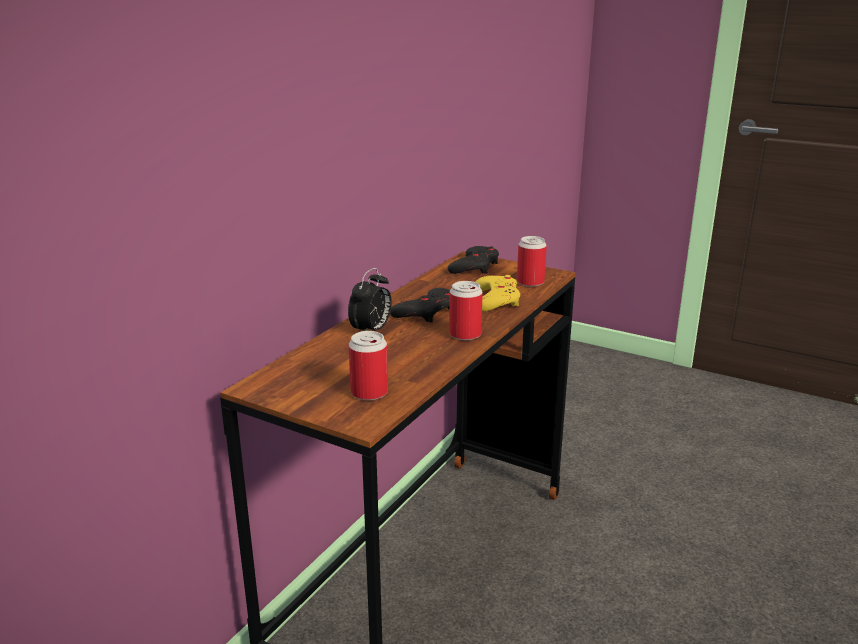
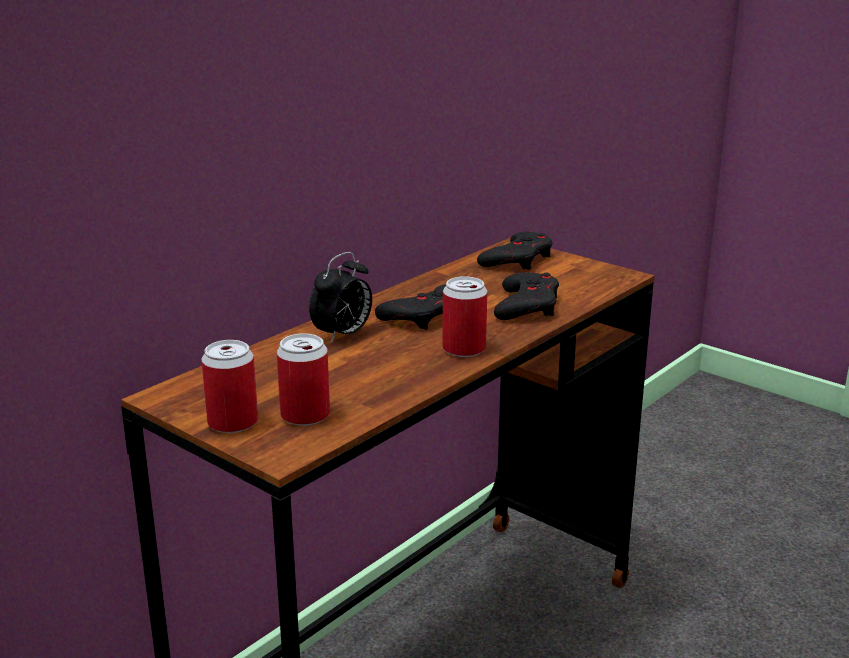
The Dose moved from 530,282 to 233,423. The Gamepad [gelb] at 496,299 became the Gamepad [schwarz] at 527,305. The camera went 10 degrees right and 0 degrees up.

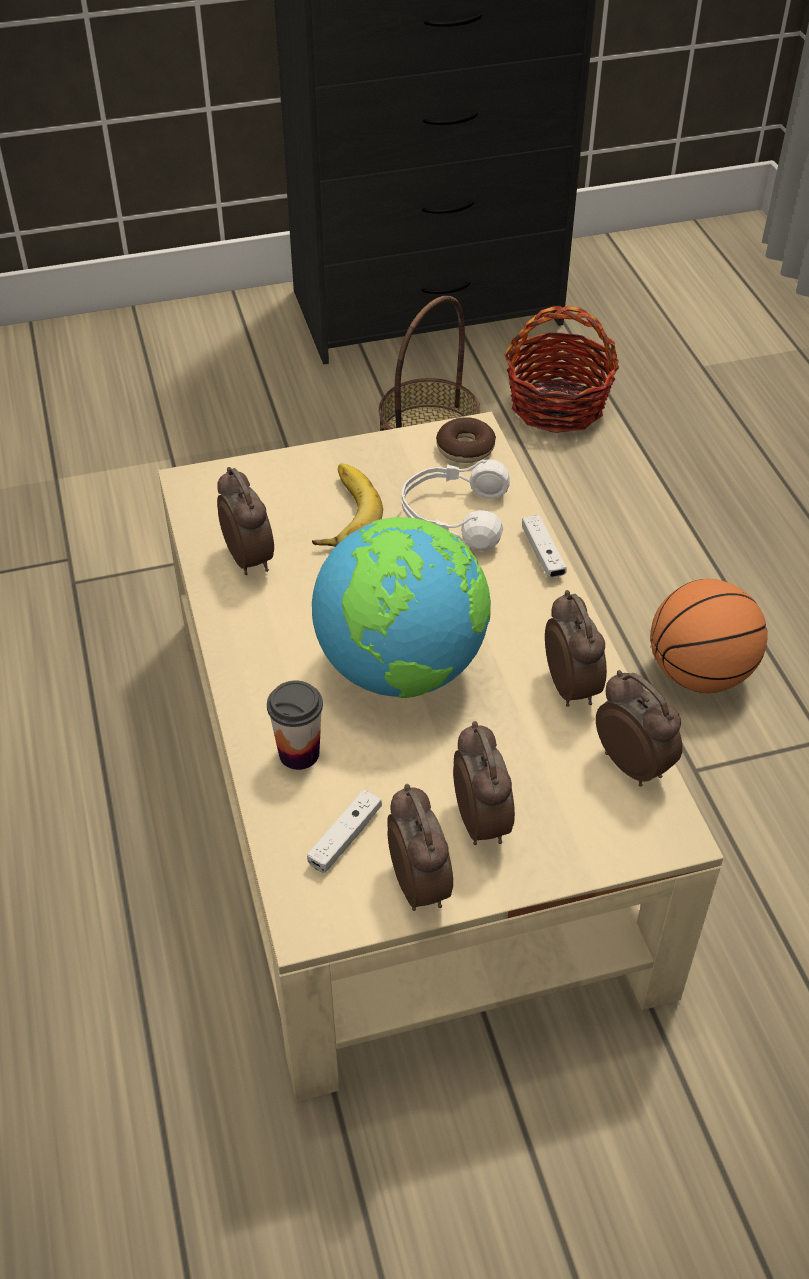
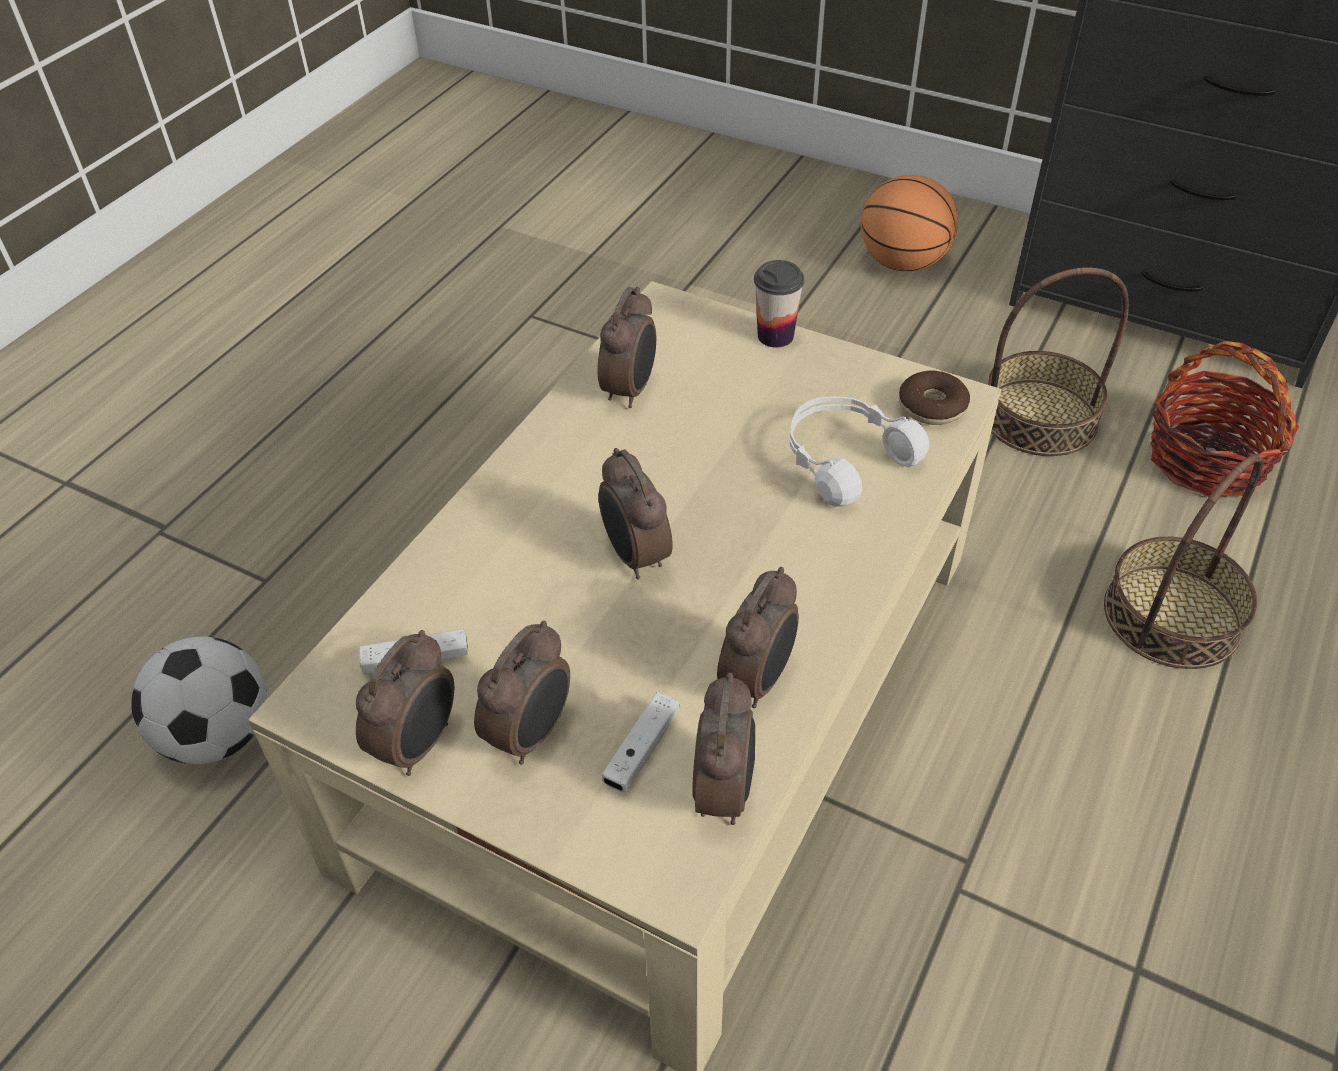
The Banane at 341,514 disappeared. The Fußball at 218,735 appeared. The Korb at 1172,616 appeared. The Tasse moved from 299,753 to 775,336. The Gamepad [weiß] moved from 542,554 to 642,749. The Basketball moved from 699,673 to 903,263. The Globus at 402,667 was replaced by the Wecker at 635,556. The camera went 45 degrees right and 0 degrees up.

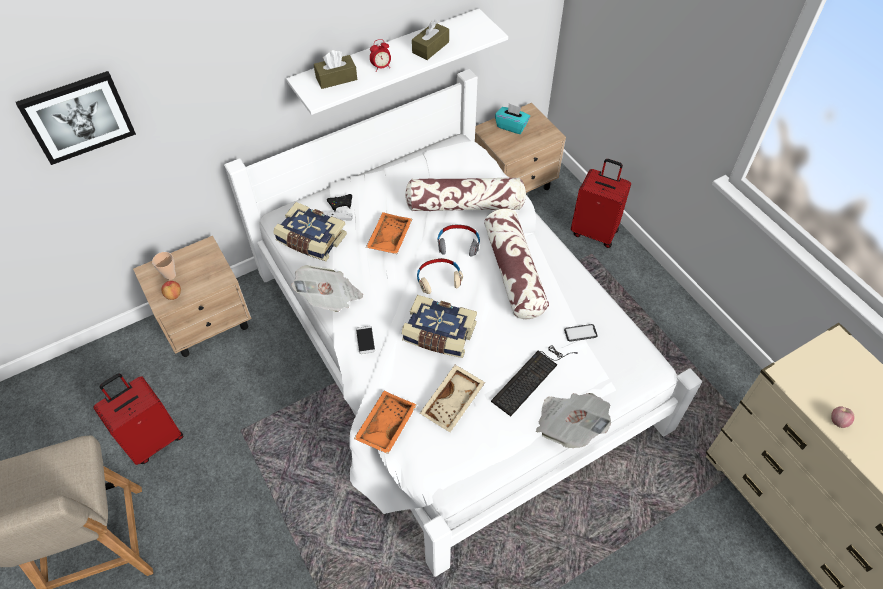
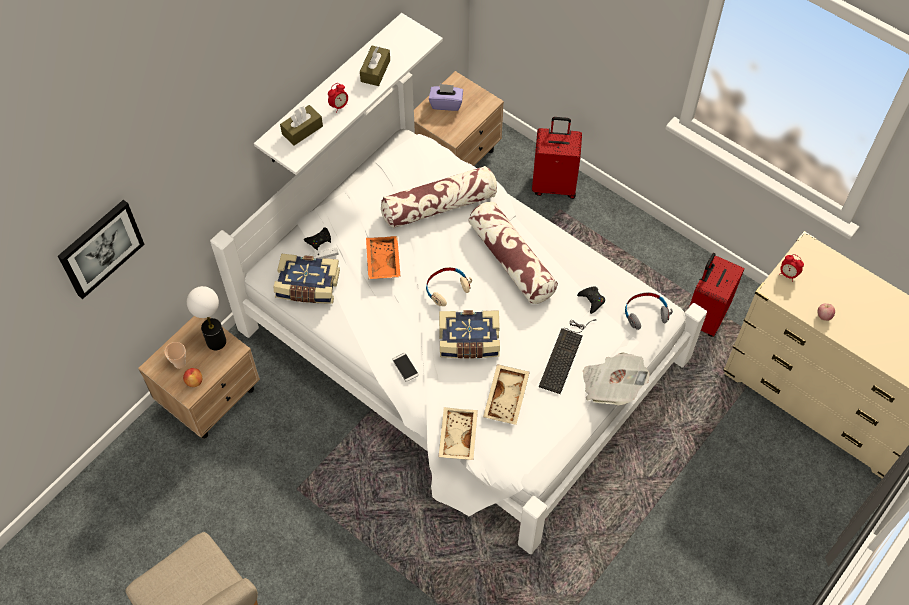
The Zeitung at 330,298 disappeared. The Tischlampe at 216,341 appeared. The Wecker at 788,274 appeared. The Koffer [rot] moved from 153,439 to 705,316. The Kopfhörer [grau] moved from 458,244 to 645,313. The Handy at 580,333 was replaced by the Gamepad [schwarz] at 592,300. The Tablett [orange] at 385,425 became the Tablett [beige] at 457,437. The Taschentuchbox [türkis] at 511,126 became the Taschentuchbox [lila] at 446,103. The camera went 20 degrees left and 5 degrees up.

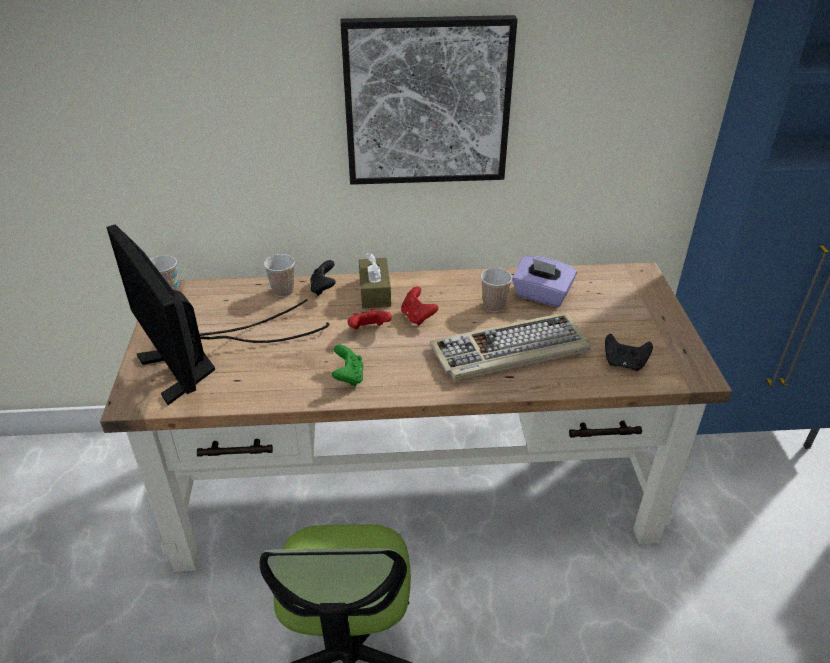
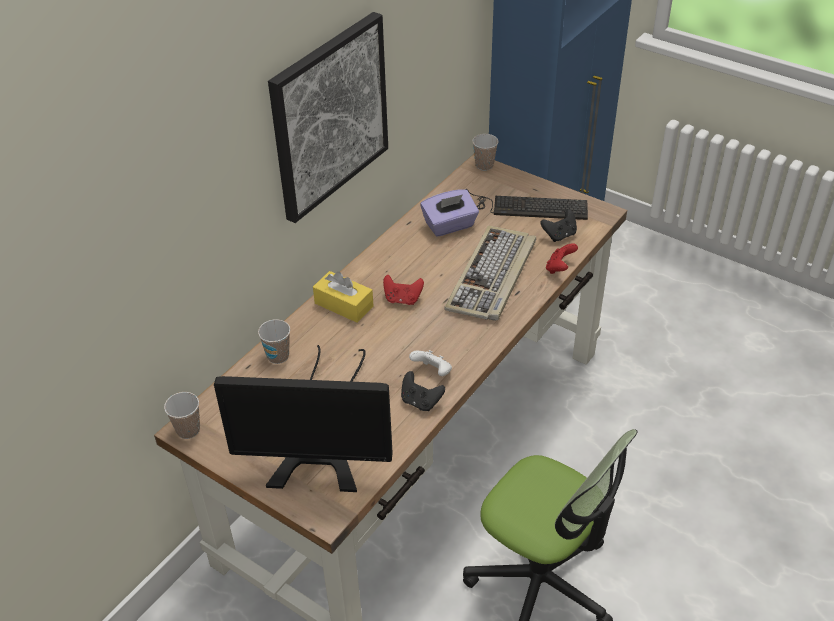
The Tastatur at 528,206 appeared. The Gamepad [schwarz] moved from 323,288 to 420,402. The Gamepad [rot] moved from 369,330 to 559,268. The Tasse moved from 494,306 to 484,165. The Gamepad [grün] at 348,377 became the Gamepad [weiß] at 433,372. The Taschentuchbox [braun] at 375,292 became the Taschentuchbox [gelb] at 344,305. The camera went 50 degrees left and 5 degrees up.

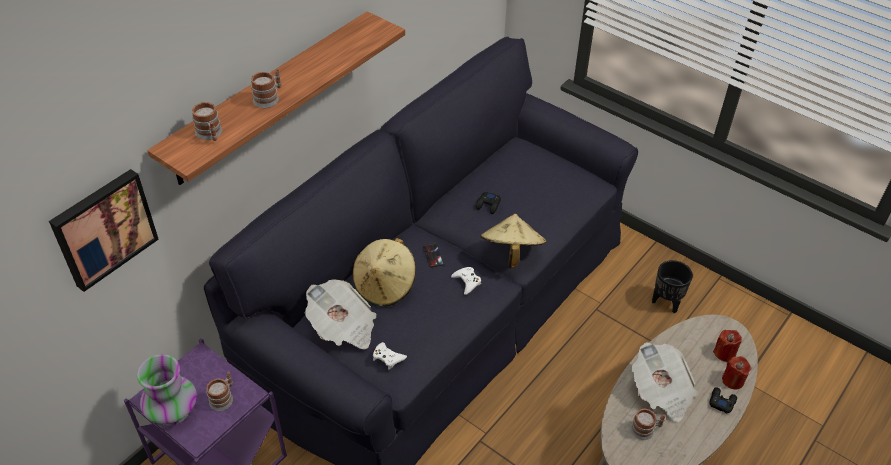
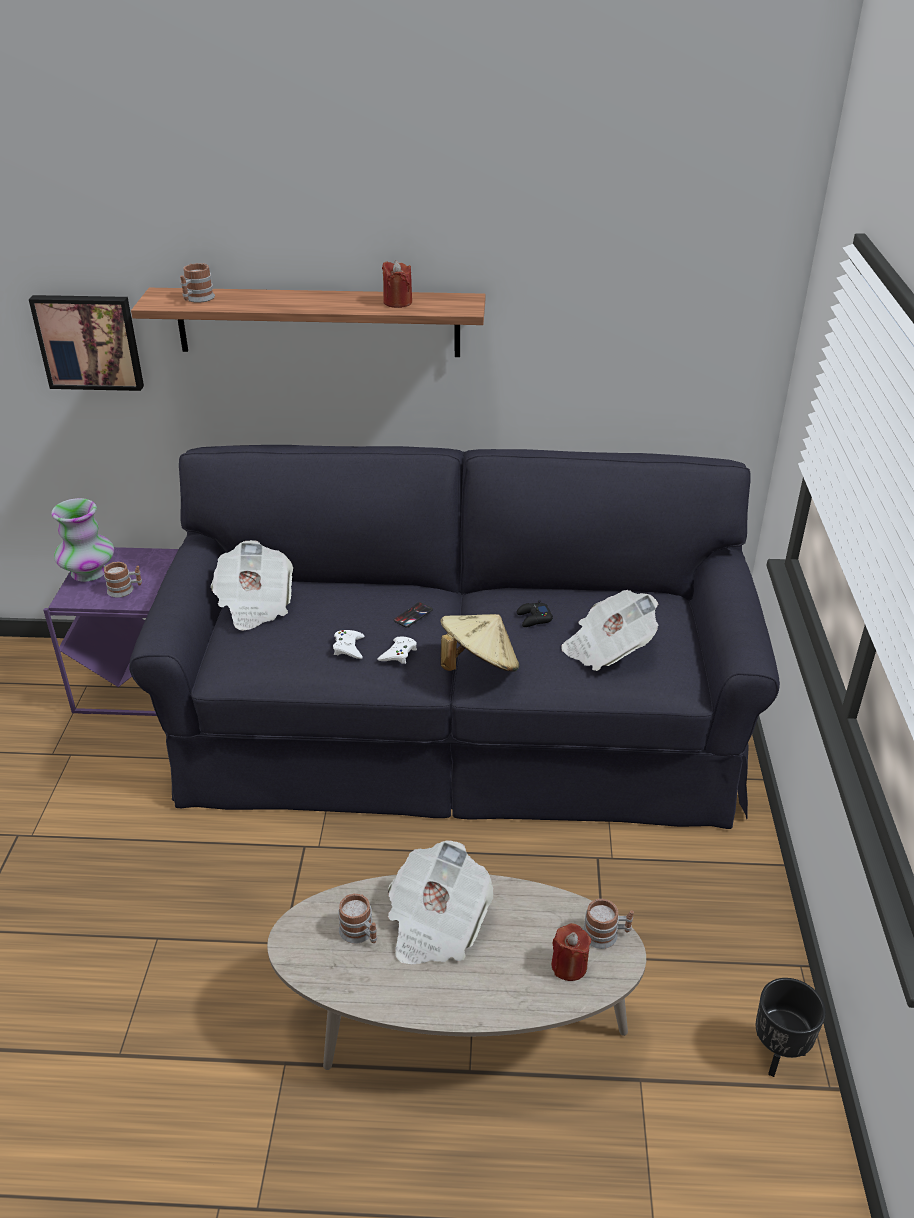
The Hut [beige] at 385,286 disappeared. The Gamepad [schwarz] at 721,401 disappeared. The Zeitung at 607,649 appeared. The Henkelbecher moved from 269,98 to 606,934. The Gamepad [weiß] moved from 388,357 to 349,648. The Pflanzkübel [schwarz] moved from 665,302 to 777,1052. The Kerze [rot] moved from 733,380 to 397,302. The camera went 55 degrees right and 10 degrees down.

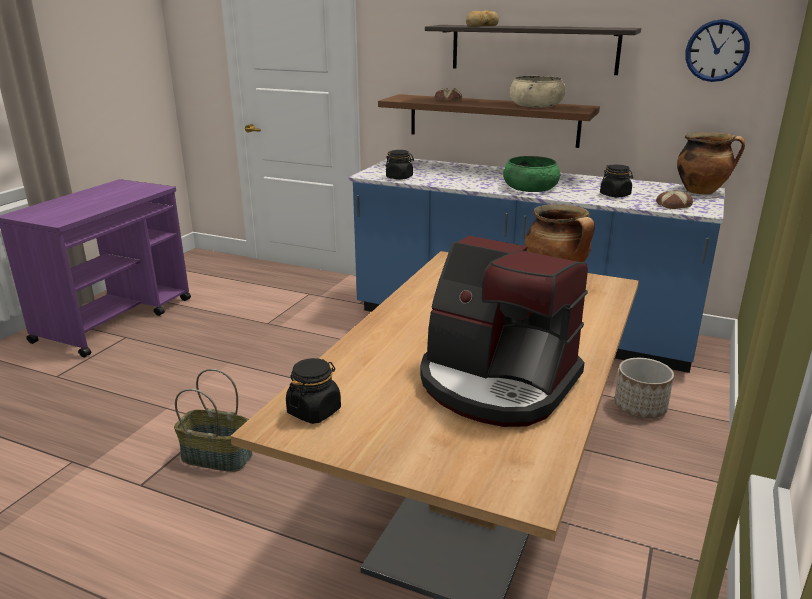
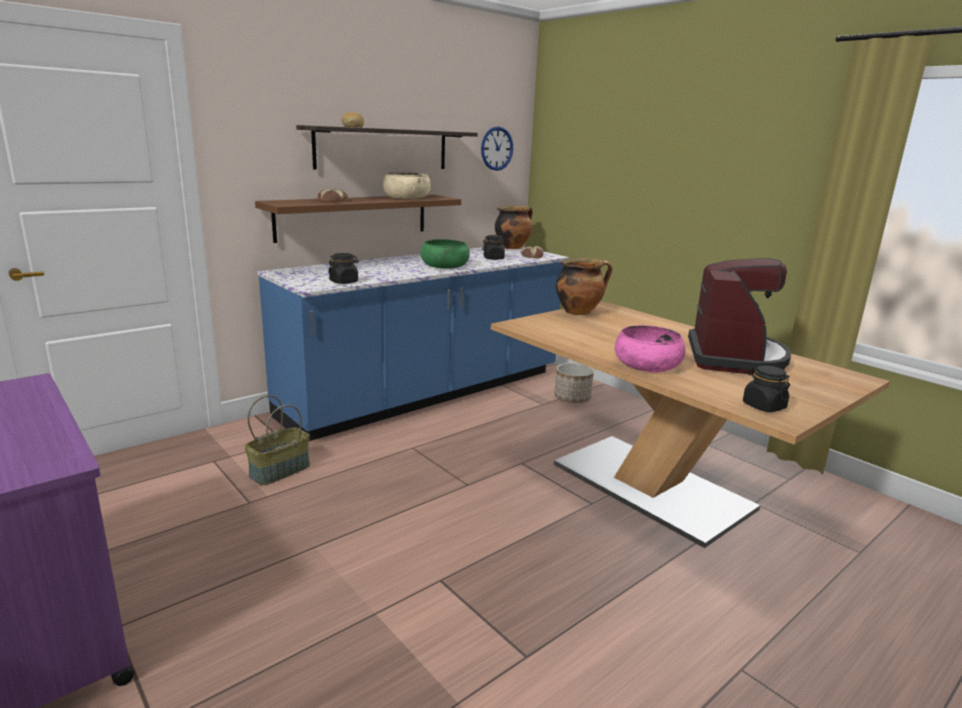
The Schüssel [rosa] at 647,365 appeared. The Korb moved from 218,456 to 280,470. The Kaffeemaschine at 496,383 turned 45 degrees counterclockwise. The camera went 65 degrees left and 5 degrees down.

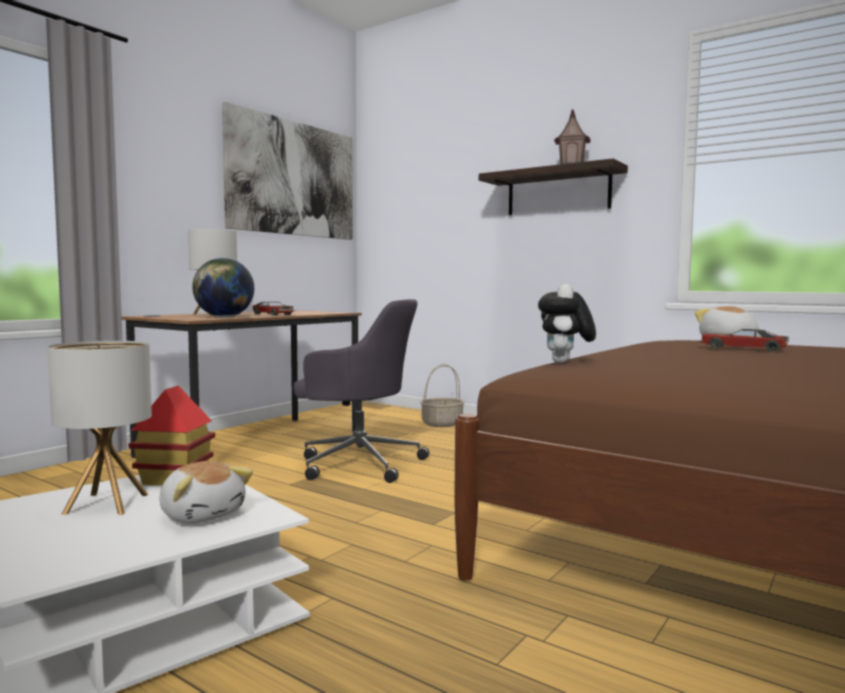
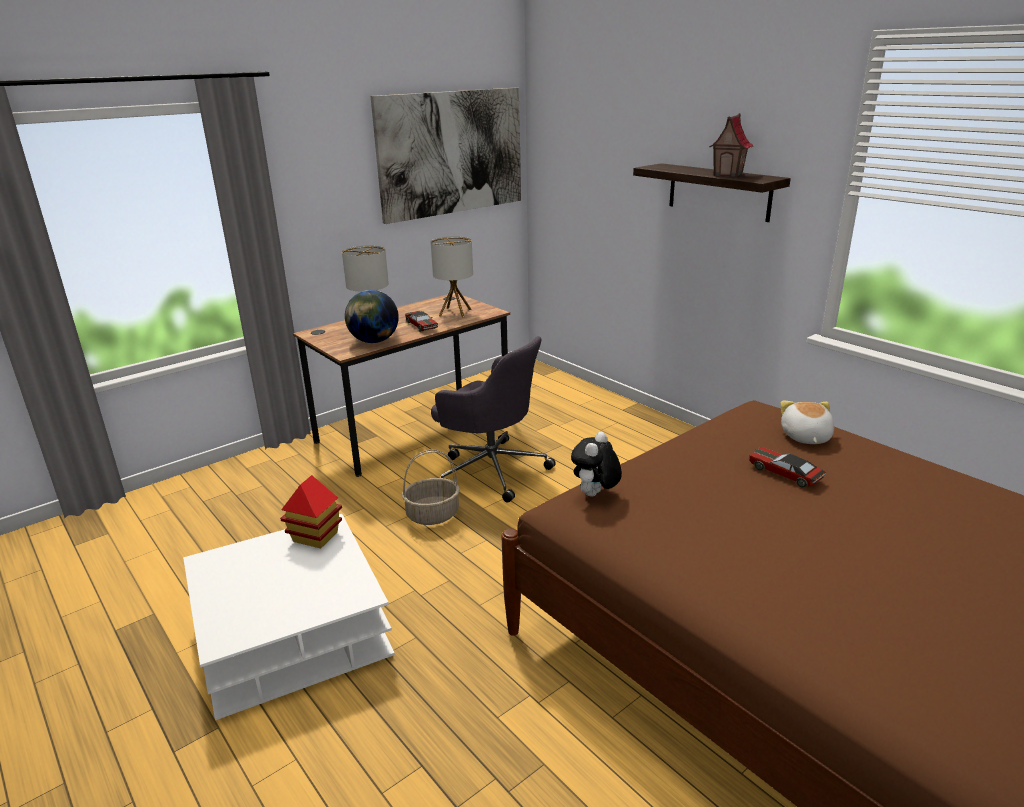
The Plüschtier at 203,514 disappeared. The Tischlampe moved from 106,504 to 455,312. The Korb moved from 442,423 to 433,514. The camera went 15 degrees right and 20 degrees up.

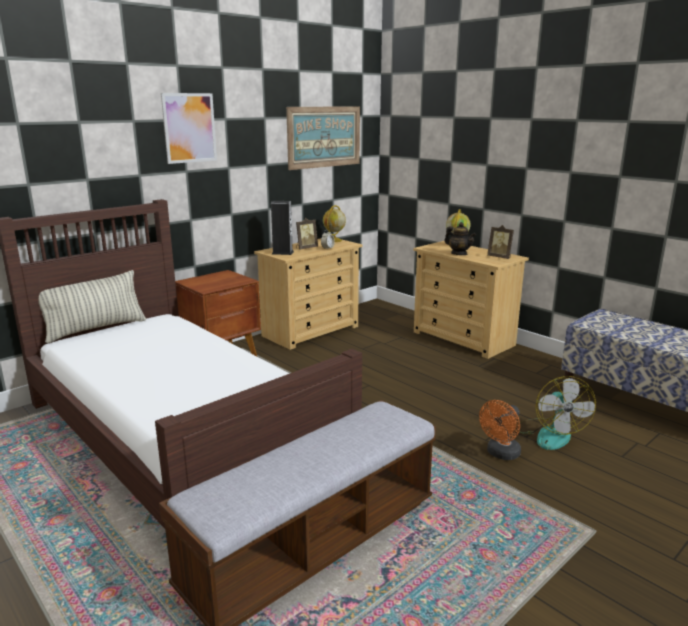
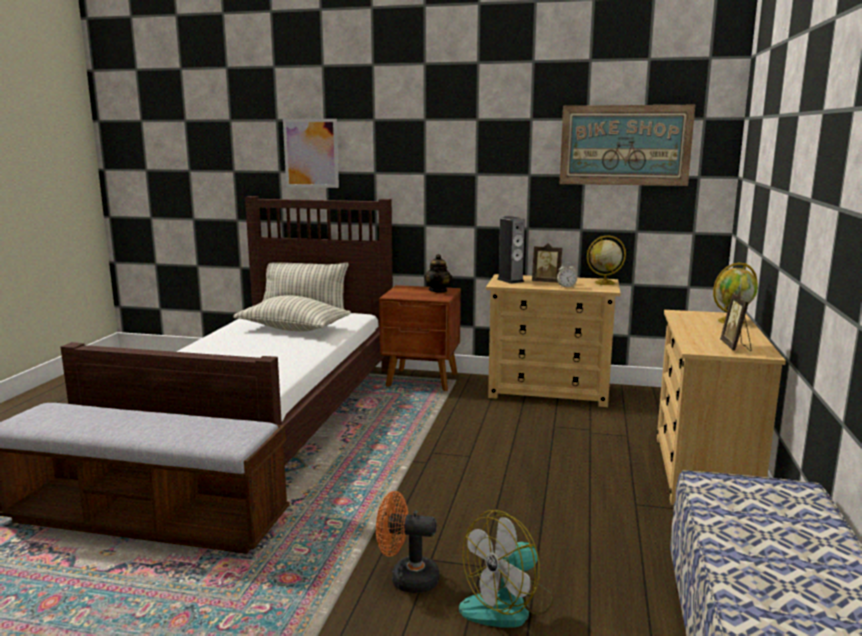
The Kissen at 293,329 appeared. The Bild moved from 189,128 to 311,153. The Teekanne moved from 459,254 to 438,290. The camera went 55 degrees right and 5 degrees down.

